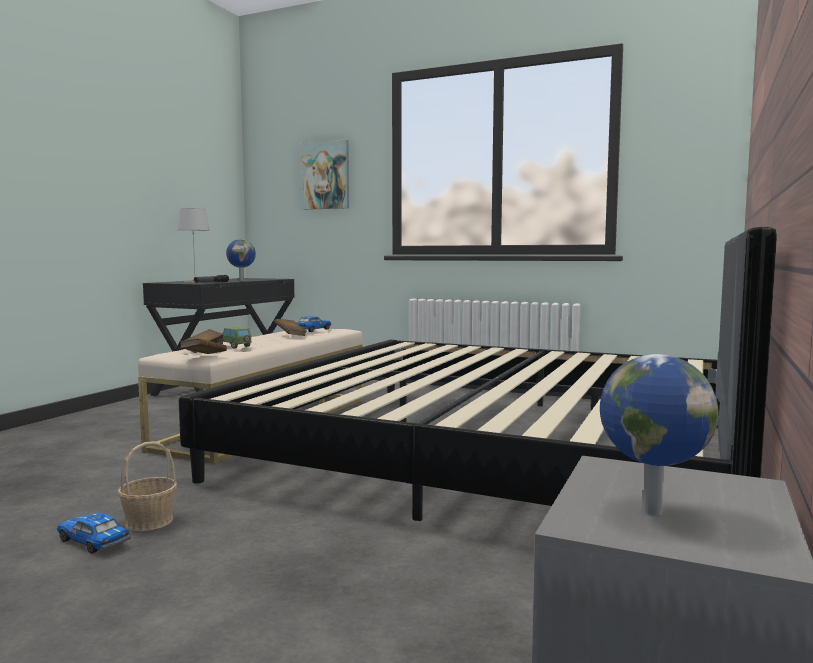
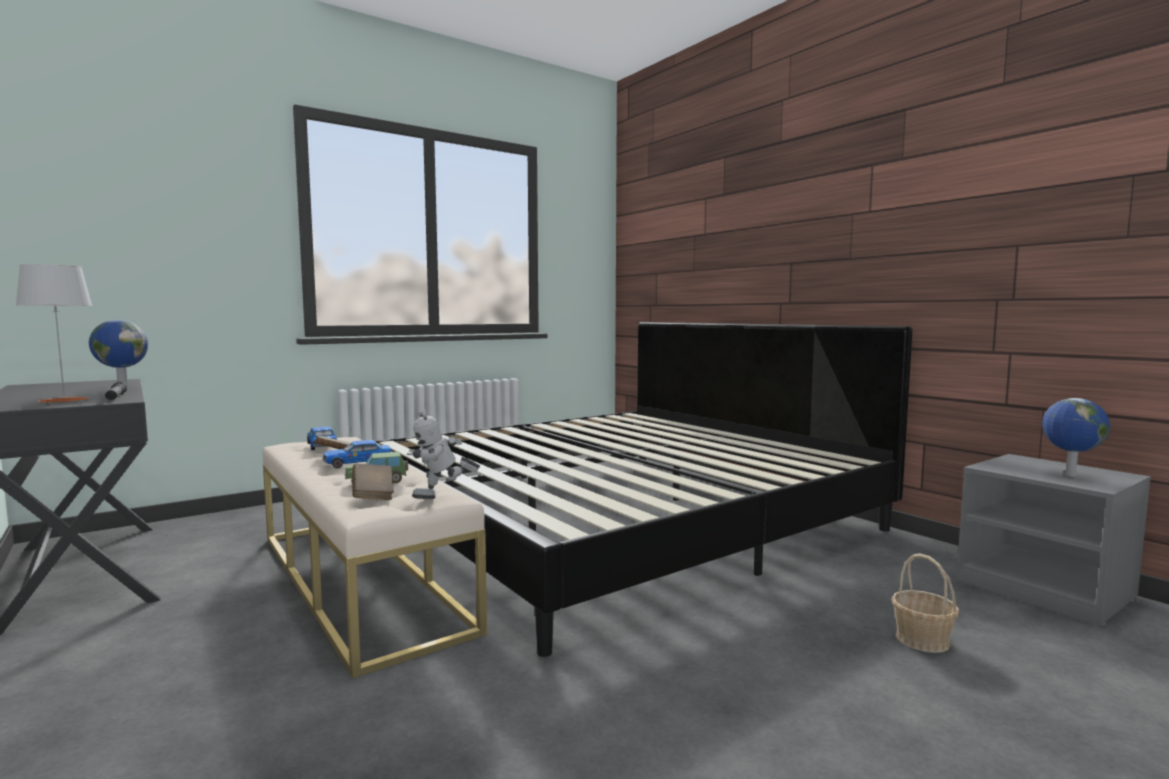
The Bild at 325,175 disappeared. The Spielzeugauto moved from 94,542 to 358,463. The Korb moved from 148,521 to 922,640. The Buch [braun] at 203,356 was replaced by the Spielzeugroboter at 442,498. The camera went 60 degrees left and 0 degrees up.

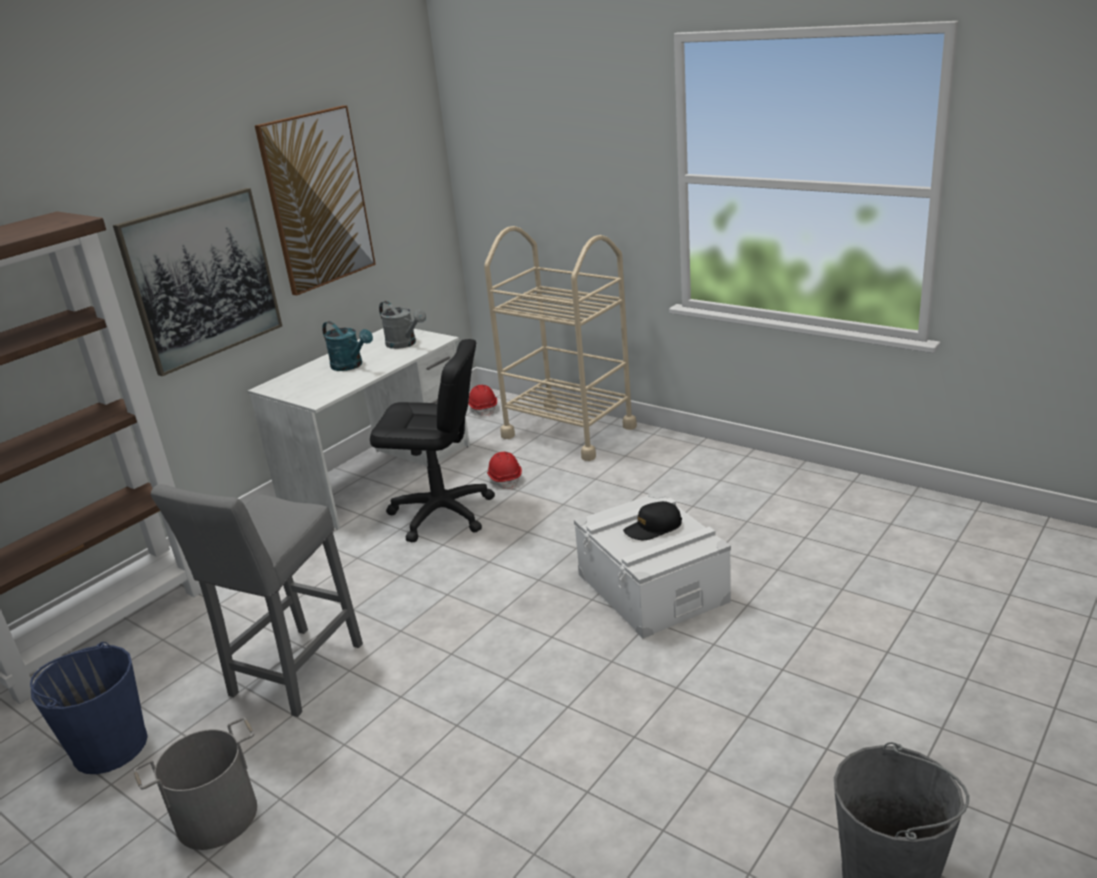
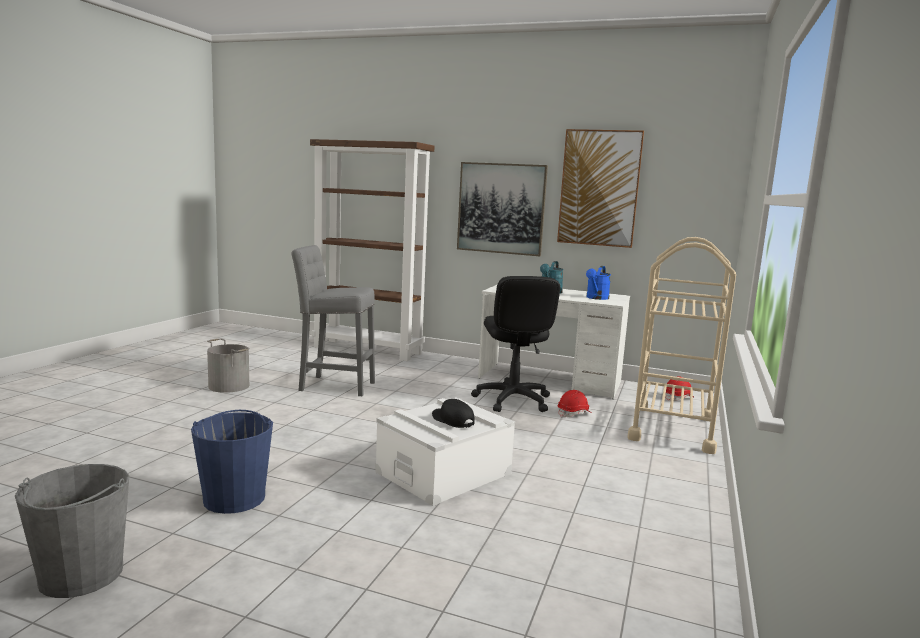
The Eimer [blau] moved from 110,747 to 234,498. The Gießkanne [grau] at 405,344 became the Gießkanne [blau] at 596,298. The camera went 70 degrees right and 15 degrees down.

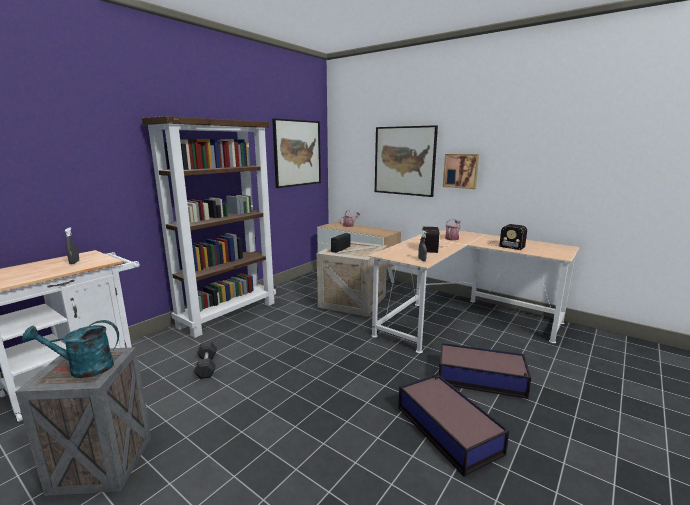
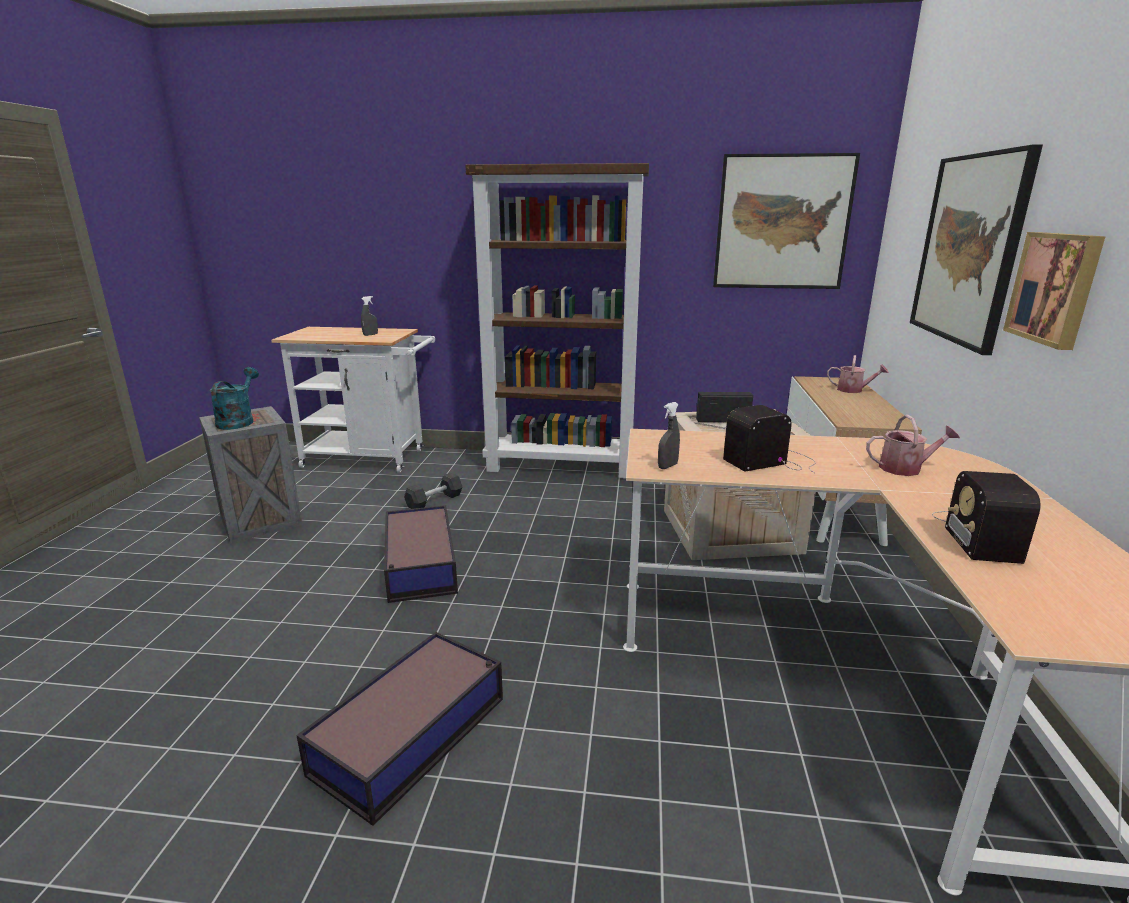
The Aufbewahrungsbox moved from 481,379 to 420,565. The Gießkanne [türkis] at 83,368 turned 45 degrees clockwise. The camera went 60 degrees right and 5 degrees up.

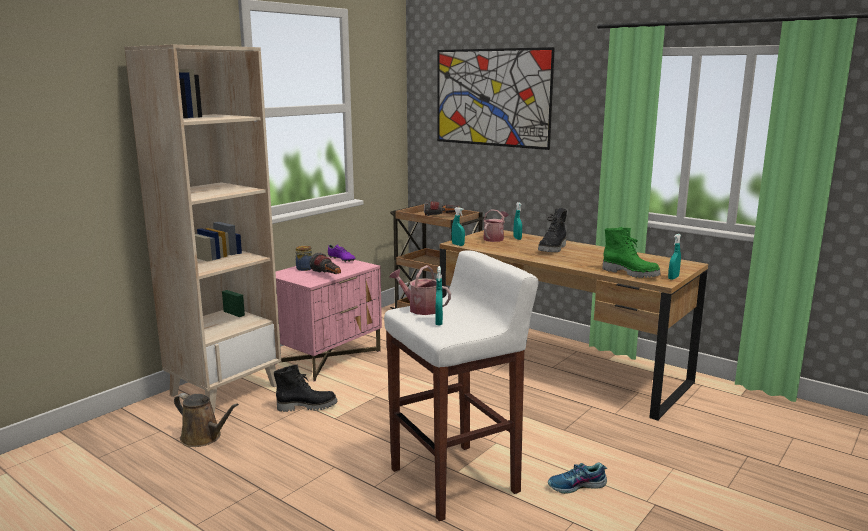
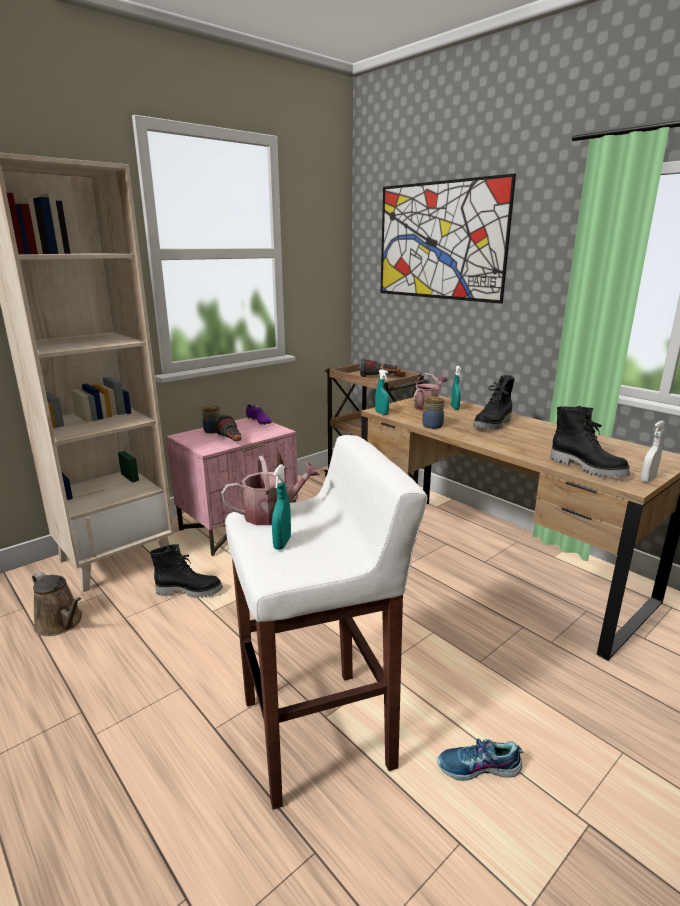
The Vorratsglas at 432,425 appeared. The Stiefel [grün] at 631,273 became the Stiefel [schwarz] at 588,468. The Sprühflasche [türkis] at 673,278 became the Sprühflasche [weiß] at 647,480. The Gießkanne at 420,308 turned 120 degrees clockwise. The camera went 10 degrees right and 5 degrees up.

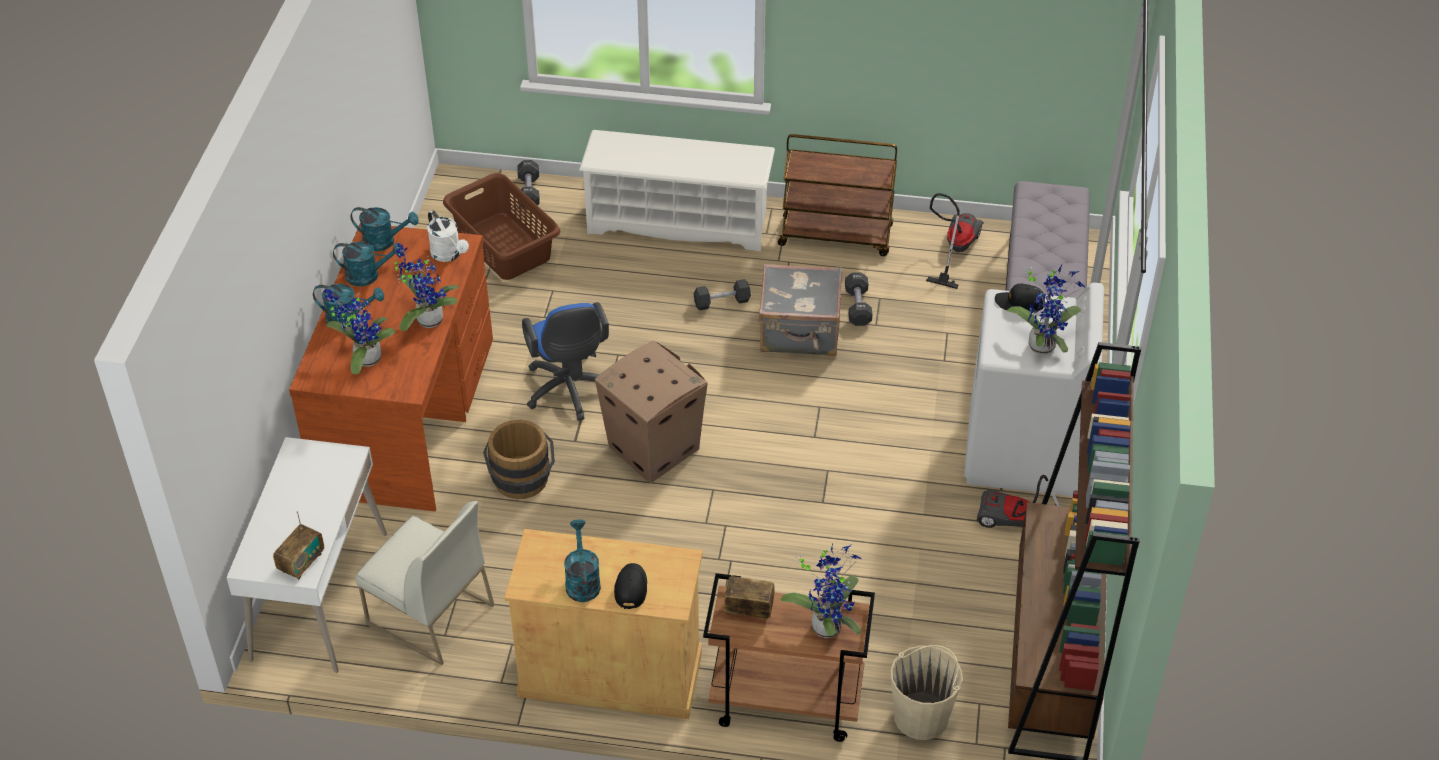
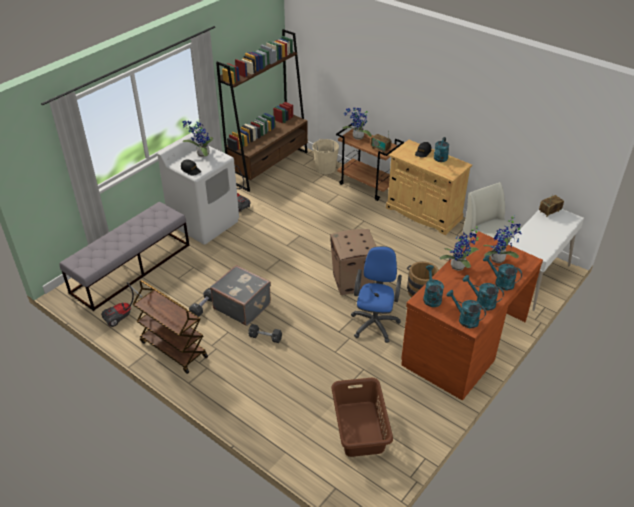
The Hantel [schwarz] at 529,192 disappeared. The Schuhregal [weiß] at 679,222 disappeared. The Gießkanne [weiß] at 449,255 became the Gießkanne [türkis] at 431,297. The camera went 150 degrees left and 5 degrees down.

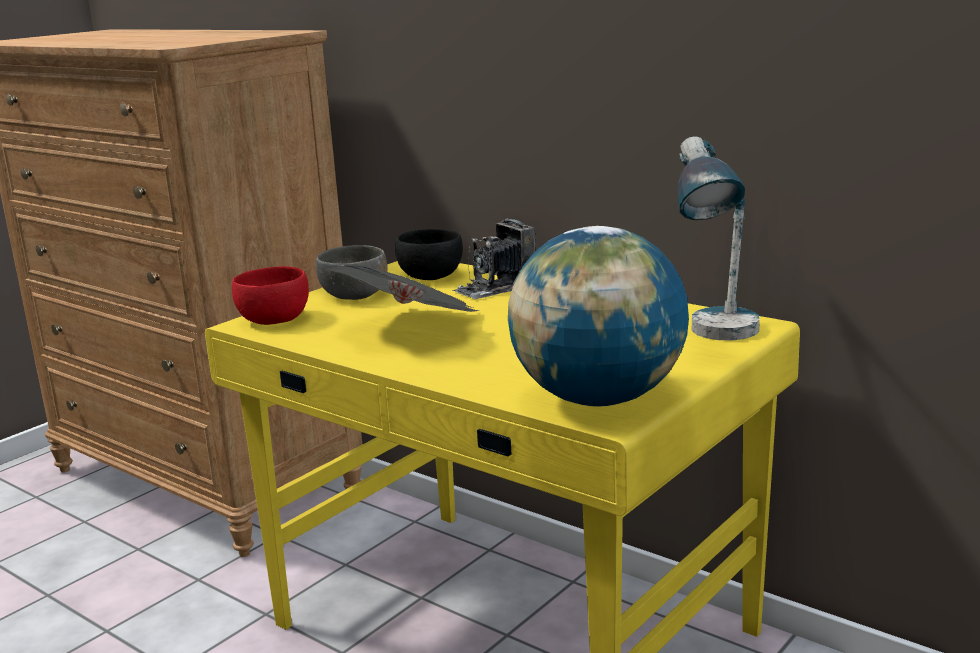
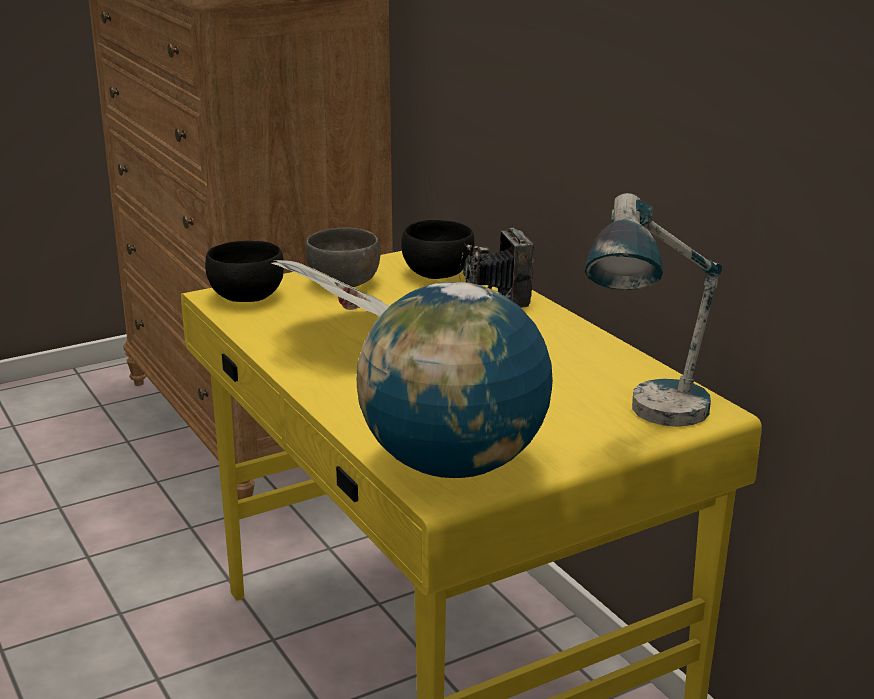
The Schüssel [rot] at 273,319 became the Schüssel [schwarz] at 245,296. The camera went 20 degrees right and 5 degrees up.

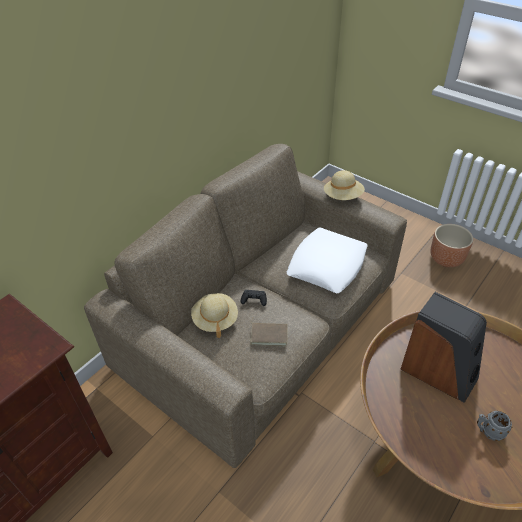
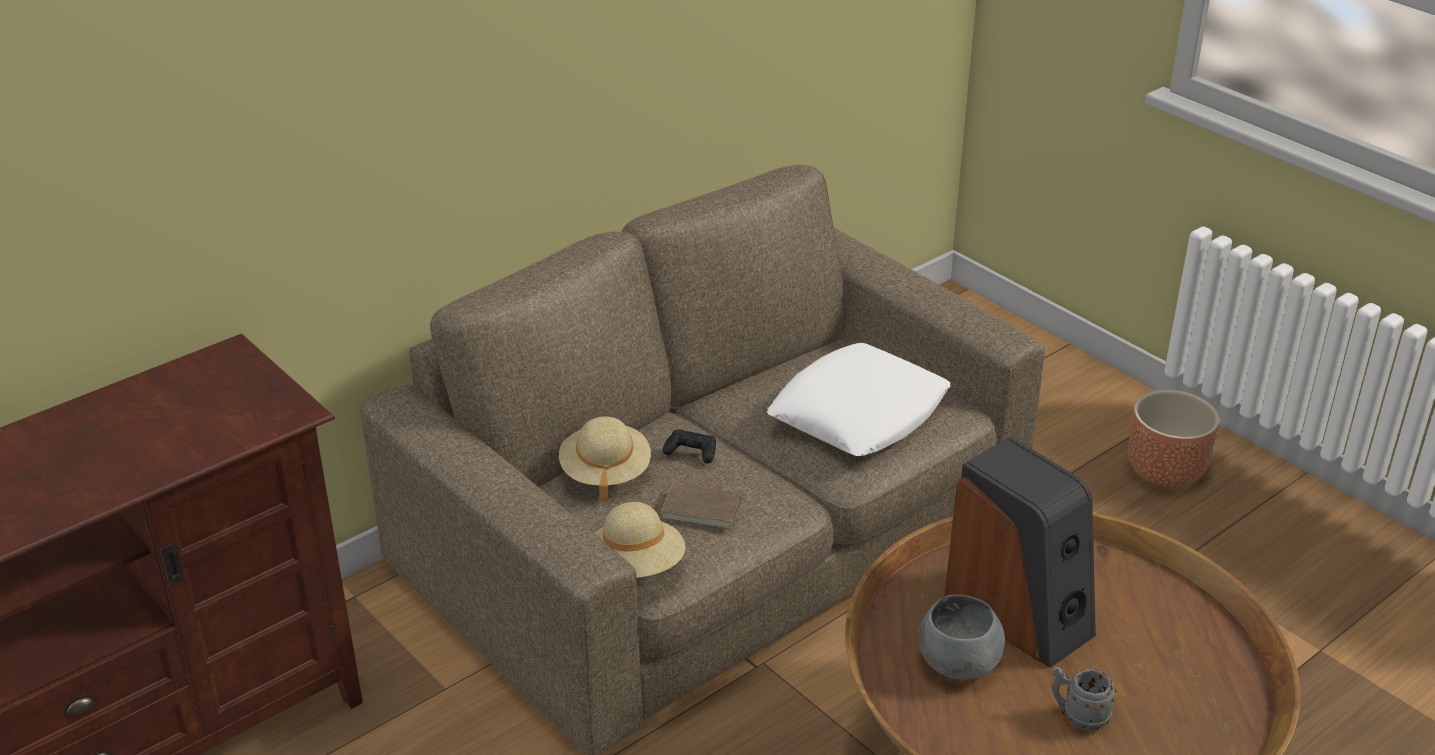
The Schüssel [grau] at 958,663 appeared. The Hut [beige] moved from 343,196 to 636,567. The camera went 10 degrees right and 10 degrees down.

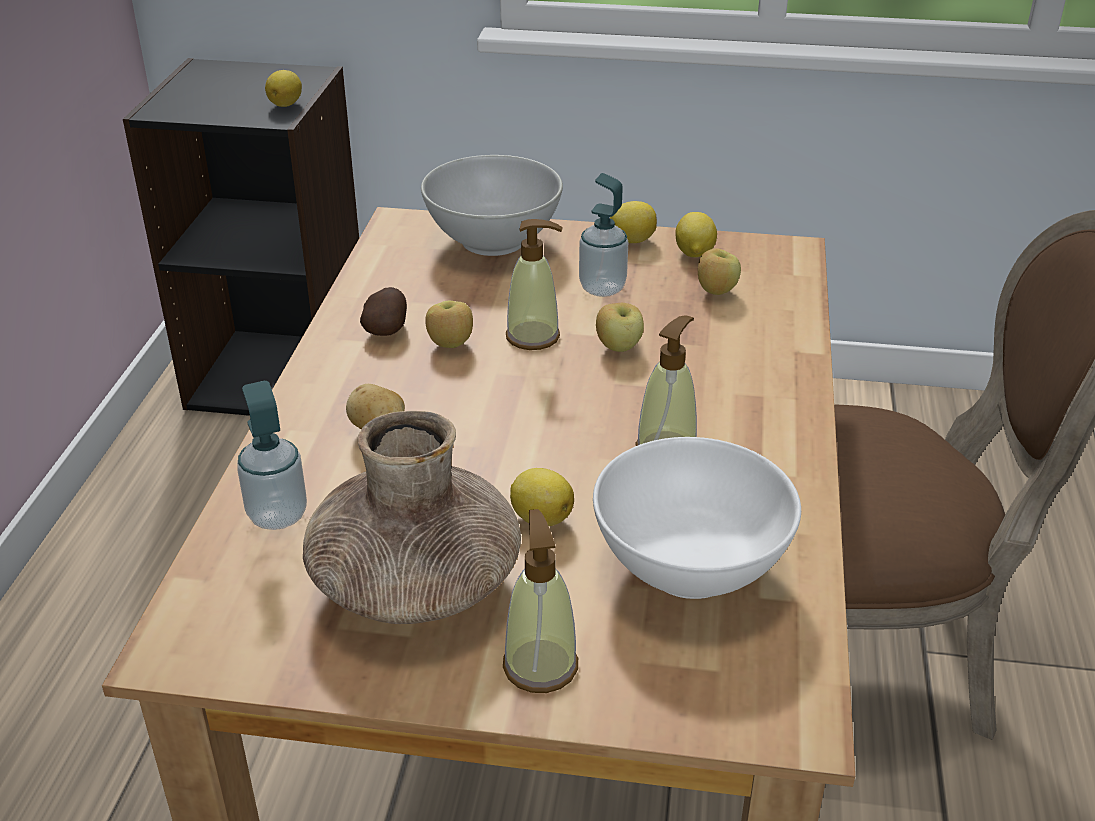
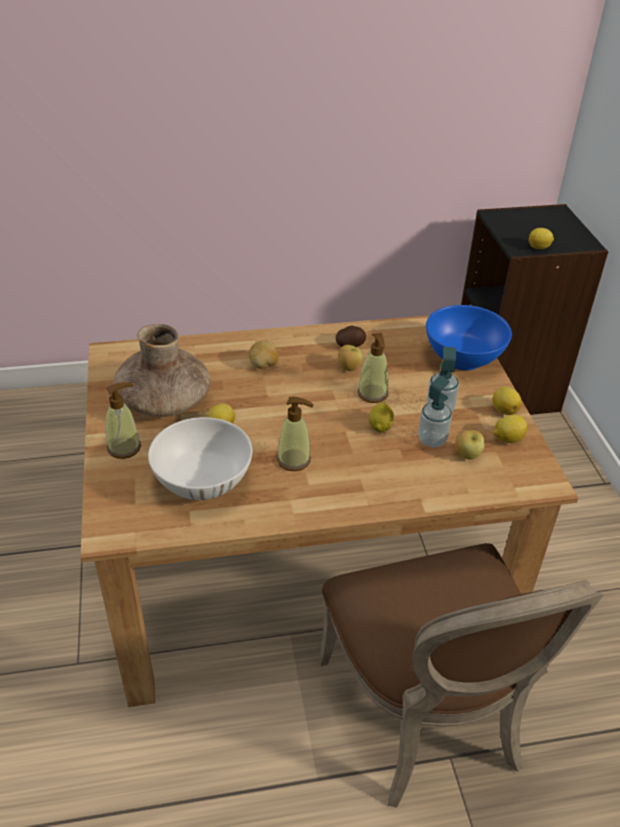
The Seifenspender moved from 277,515 to 432,440. The Apfel at 619,348 was replaced by the Zitrone at 380,426. The Schüssel [weiß] at 494,241 became the Schüssel [blau] at 462,359. The camera went 70 degrees right and 5 degrees up.

